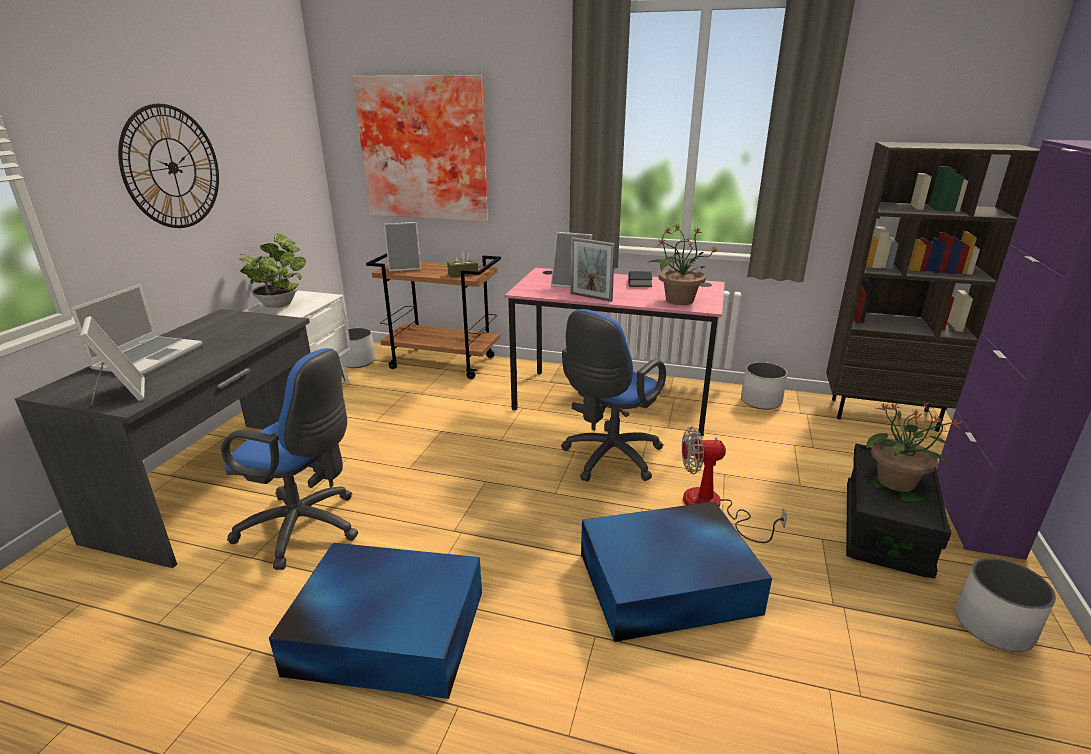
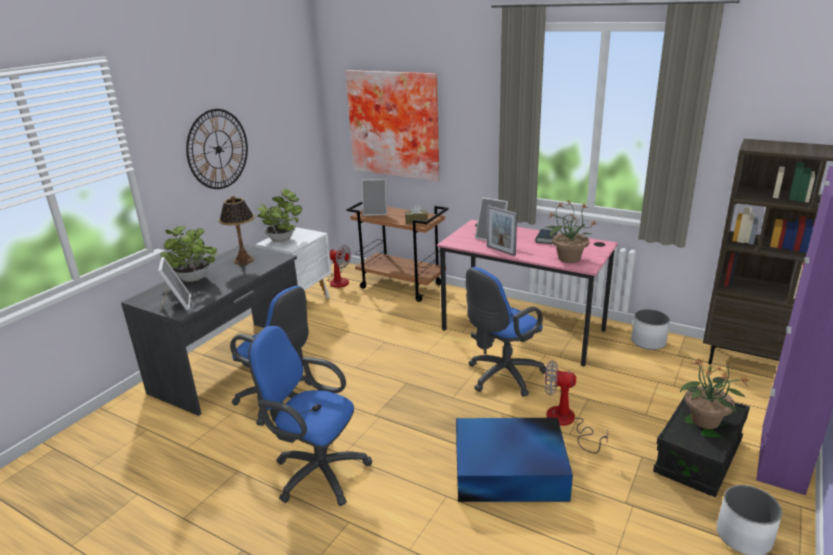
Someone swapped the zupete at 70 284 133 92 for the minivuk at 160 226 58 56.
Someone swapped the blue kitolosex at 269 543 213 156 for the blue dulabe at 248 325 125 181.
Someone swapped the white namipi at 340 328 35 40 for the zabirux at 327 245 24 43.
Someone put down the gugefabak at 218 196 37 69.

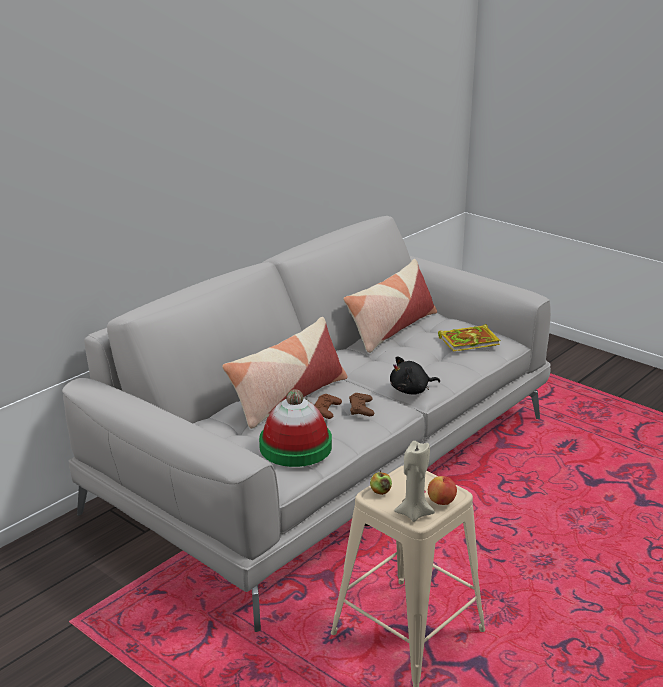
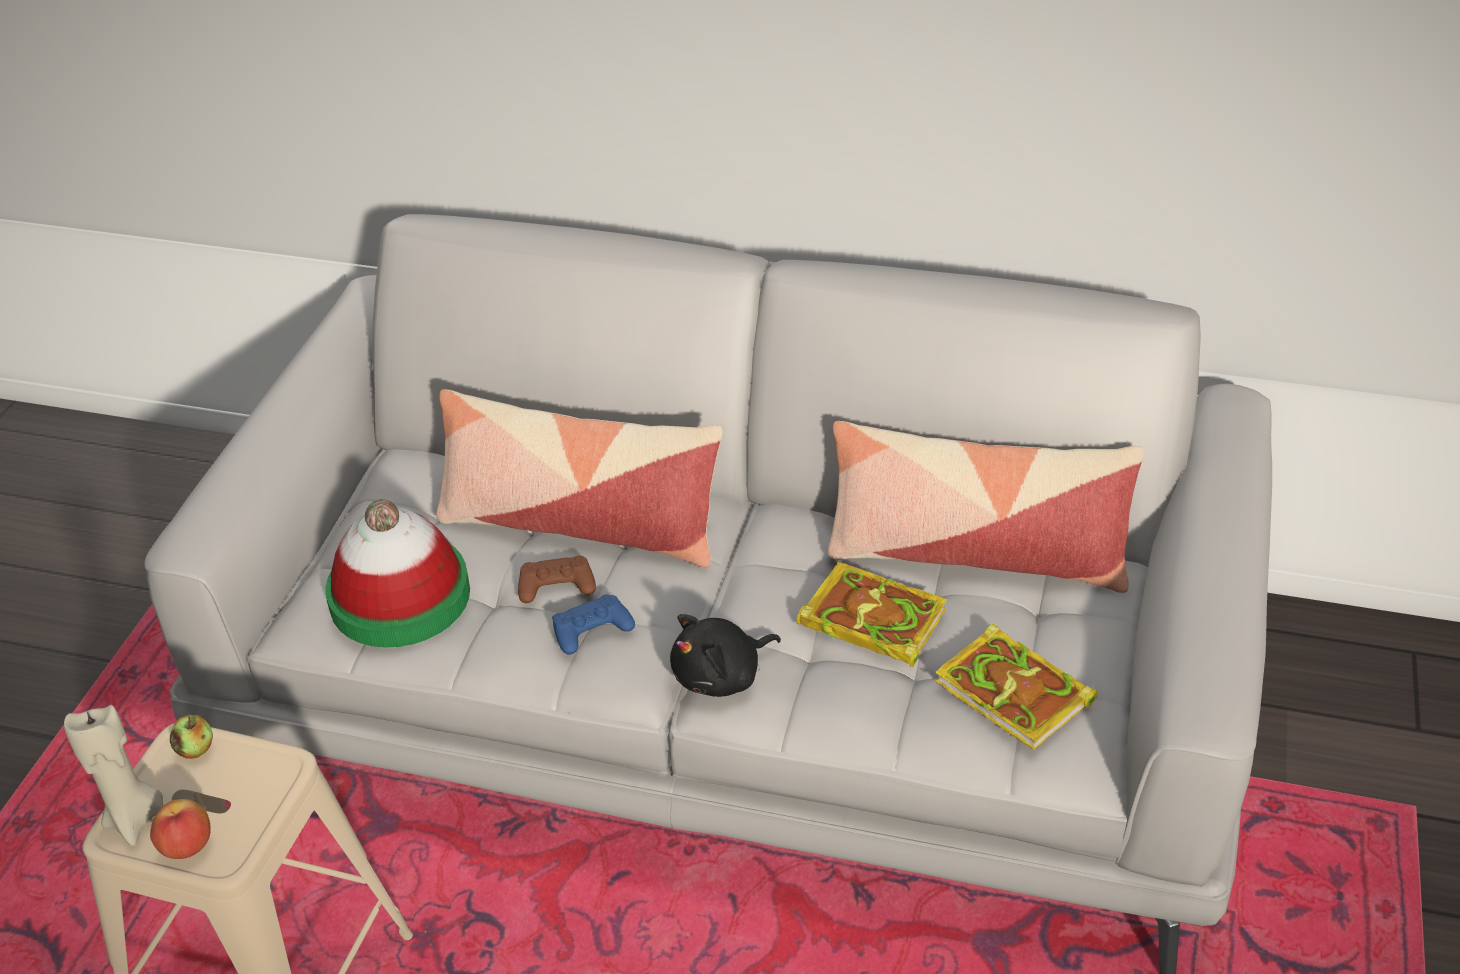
Someone repainted the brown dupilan at 349 393 26 23, which became the blue dupilan at 552 594 83 61.
Someone rotated the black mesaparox at 390 356 50 39 by 75 degrees counterclockwise.
Someone put down the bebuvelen at 796 561 151 106.

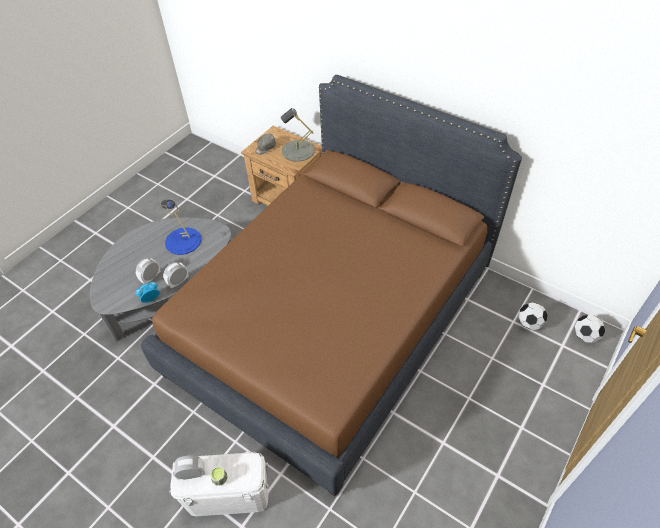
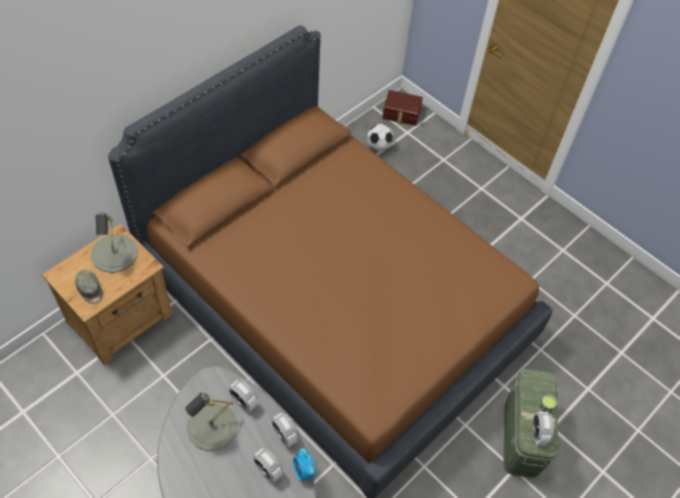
Someone repainted the blue gugefabak at 161 200 41 55, which became the grey gugefabak at 185 393 53 58.
Someone repainted the white kitolosex at 169 452 99 64, which became the green kitolosex at 504 369 55 109.
Someone swapped the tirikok at 574 315 31 28 for the brown kitolosex at 382 90 41 36.
Someone put down the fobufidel at 229 380 28 32.

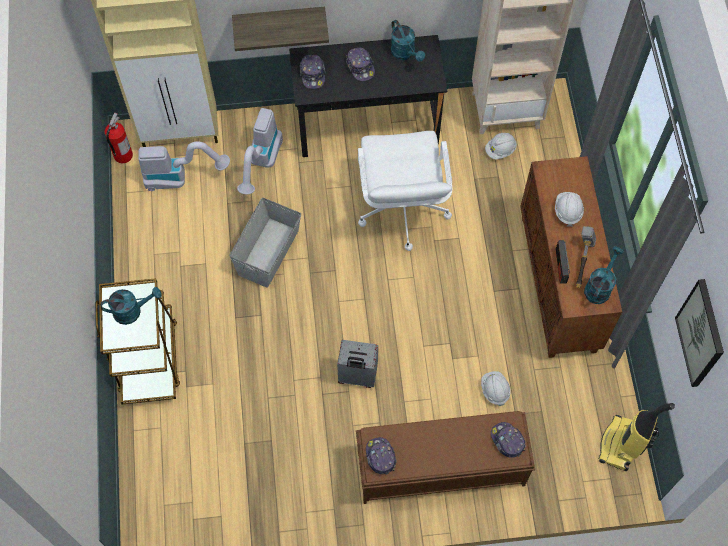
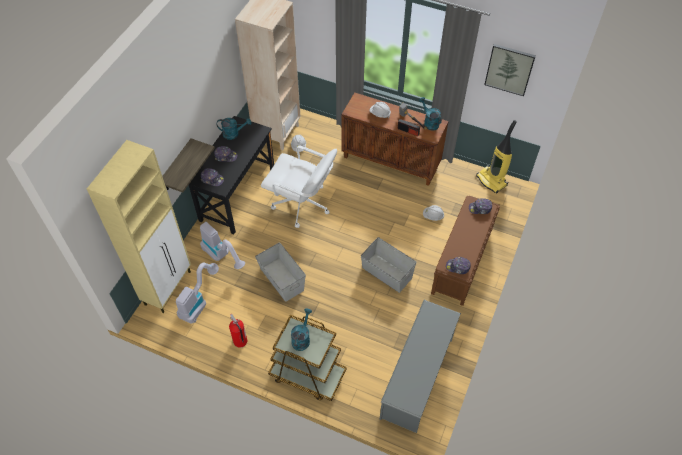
Someone carried the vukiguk from 105 113 28 50 to 229 314 18 34.
Someone swapped the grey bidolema at 337 340 41 48 for the grey kitolosex at 361 237 56 56.
Someone put down the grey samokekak at 379 300 82 133.

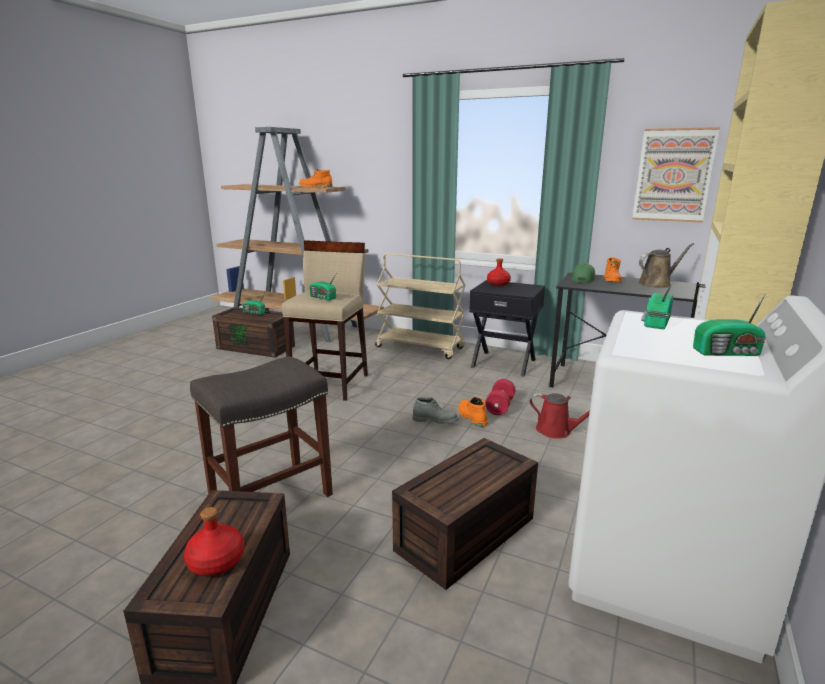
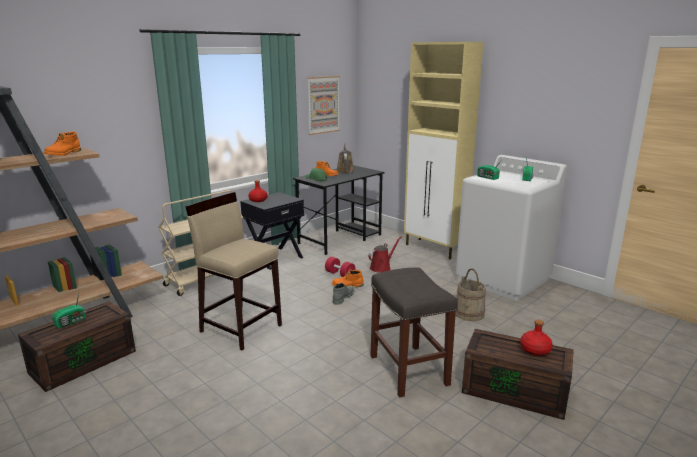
Someone took away the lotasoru at 309 272 28 28.
Someone swapped the brown kitolosex at 392 438 146 152 for the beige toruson at 455 268 31 53.

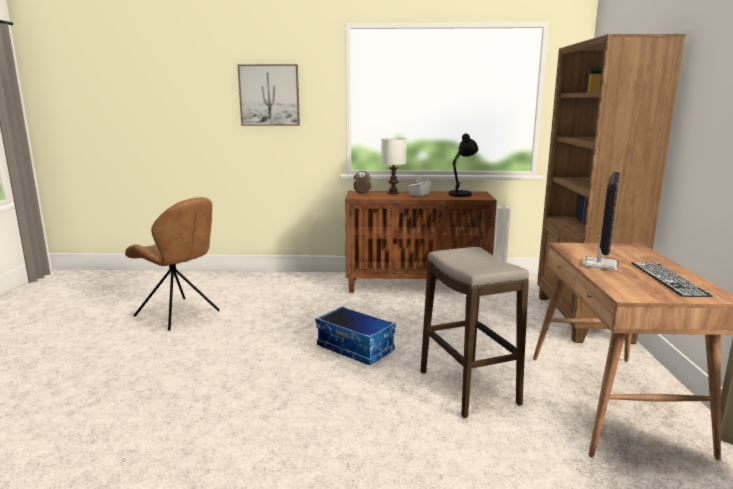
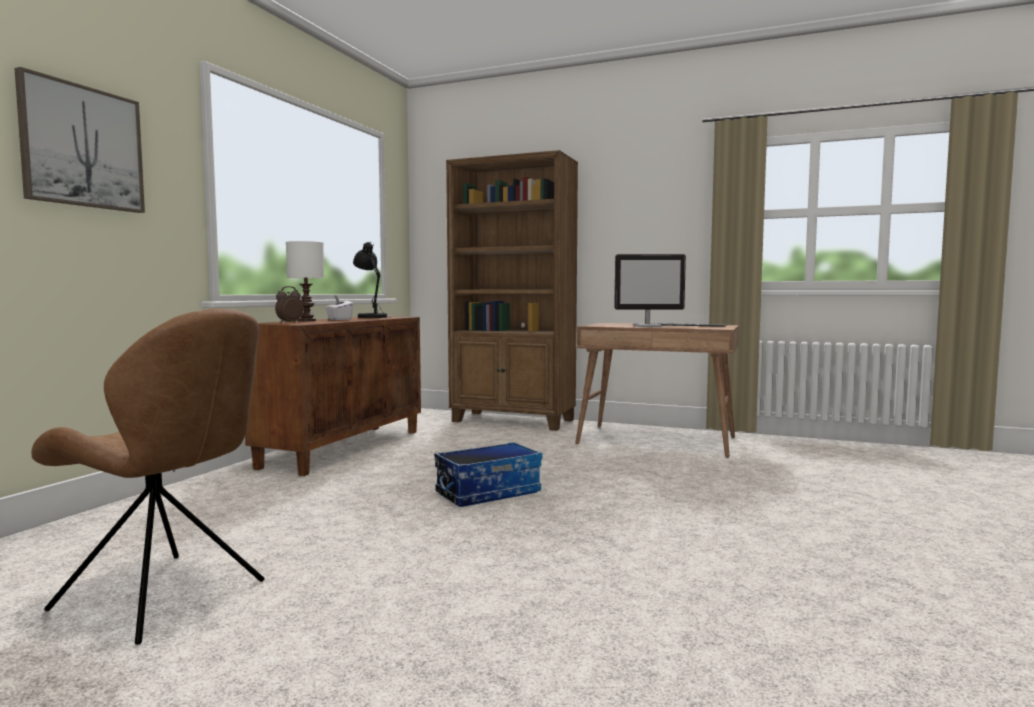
Someone rotated the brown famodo at 125 197 95 134 by 60 degrees clockwise.
Someone took away the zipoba at 421 247 108 171.
Someone rotated the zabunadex at 582 171 38 99 by 135 degrees clockwise.

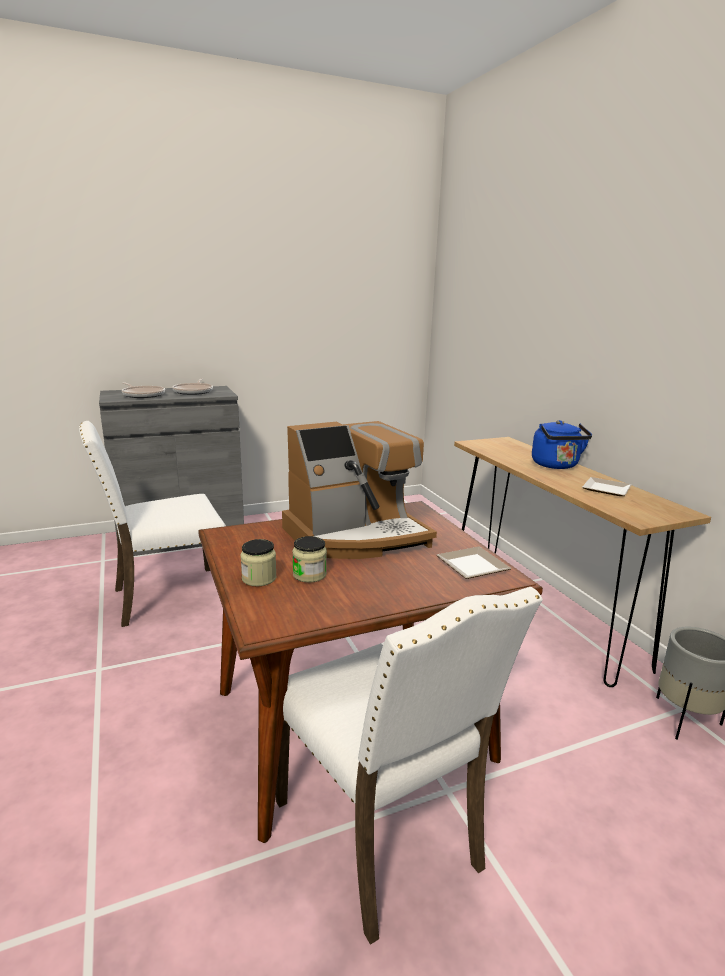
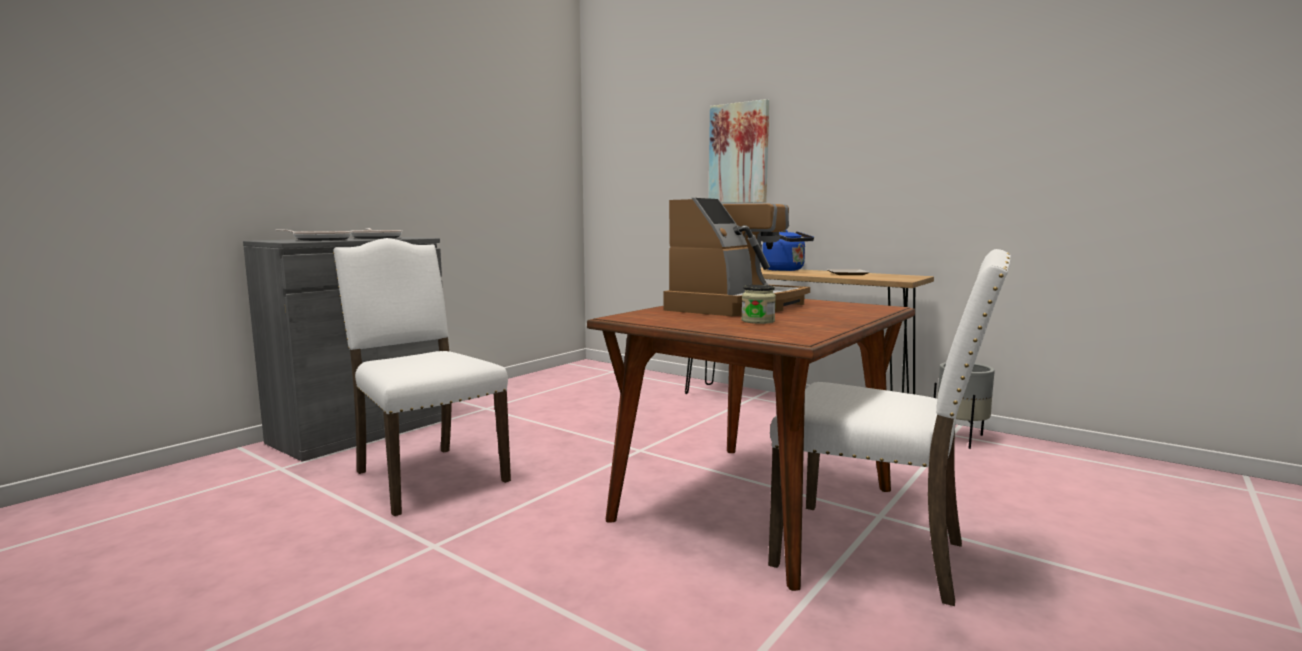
Someone rotated the white famodo at 79 421 147 206 by 105 degrees clockwise.
Someone took away the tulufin at 240 539 37 47.
Someone took away the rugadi at 437 546 74 33.
Someone put up the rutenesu at 709 99 60 104.

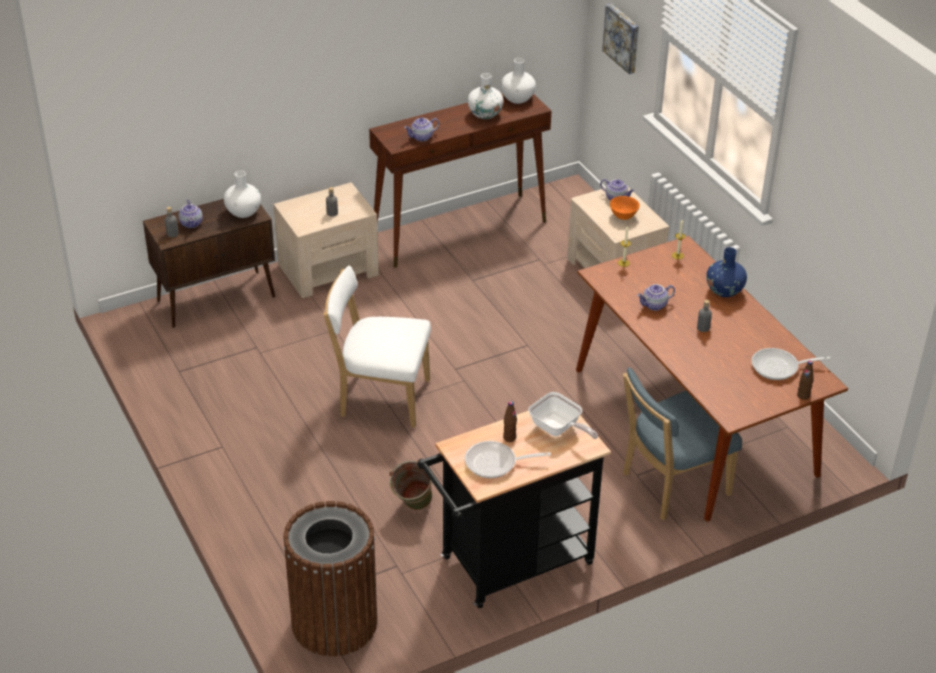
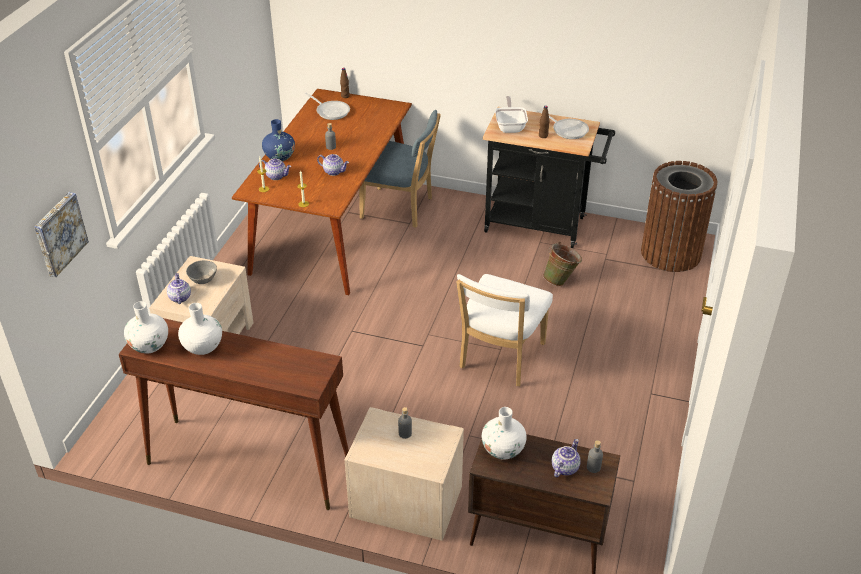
Someone rotated the white famodo at 323 266 108 162 by 60 degrees clockwise.
Someone carried the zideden from 404 118 35 24 to 259 159 32 21.
Someone repainted the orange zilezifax at 610 196 30 24, which became the grey zilezifax at 186 260 31 24.

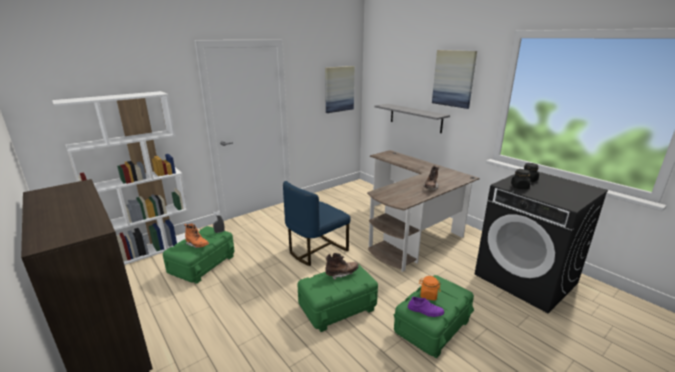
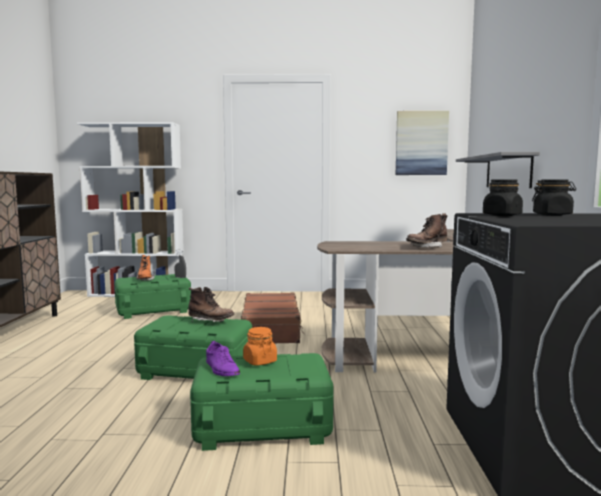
Someone swapped the blue famodo at 283 181 68 85 for the brown bidolema at 241 292 63 51.
Someone took away the rutenesu at 432 50 45 59.

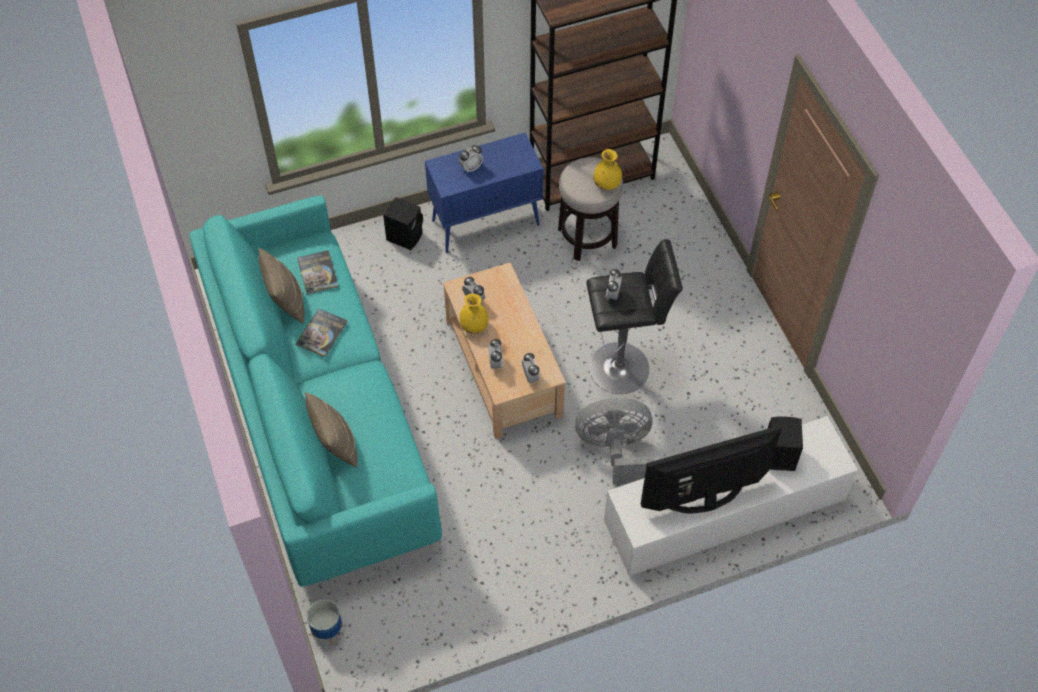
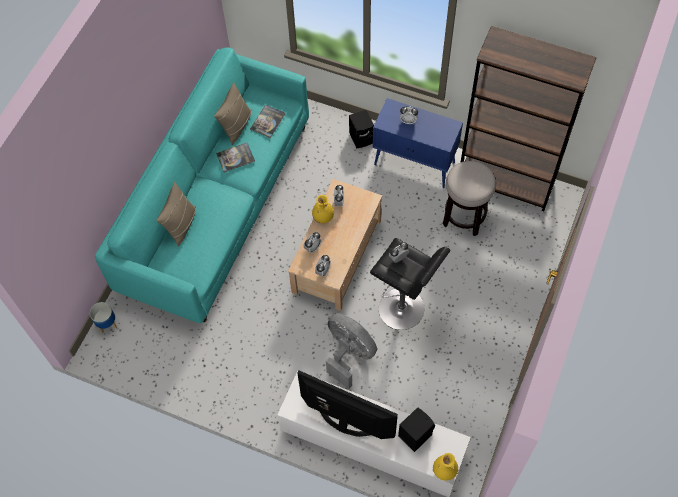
Someone carried the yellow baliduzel from 593 149 29 41 to 433 453 25 28.

